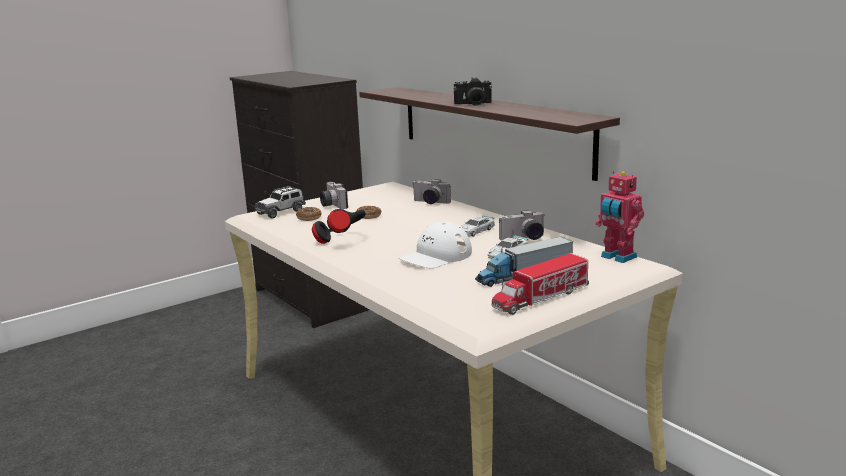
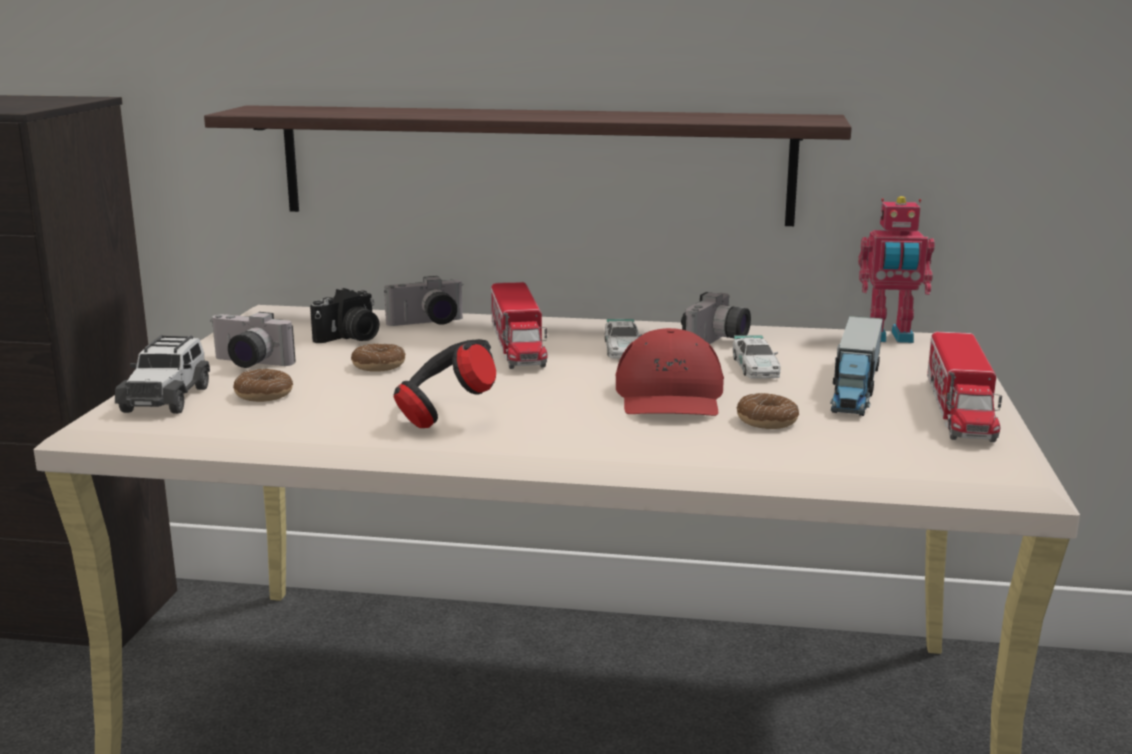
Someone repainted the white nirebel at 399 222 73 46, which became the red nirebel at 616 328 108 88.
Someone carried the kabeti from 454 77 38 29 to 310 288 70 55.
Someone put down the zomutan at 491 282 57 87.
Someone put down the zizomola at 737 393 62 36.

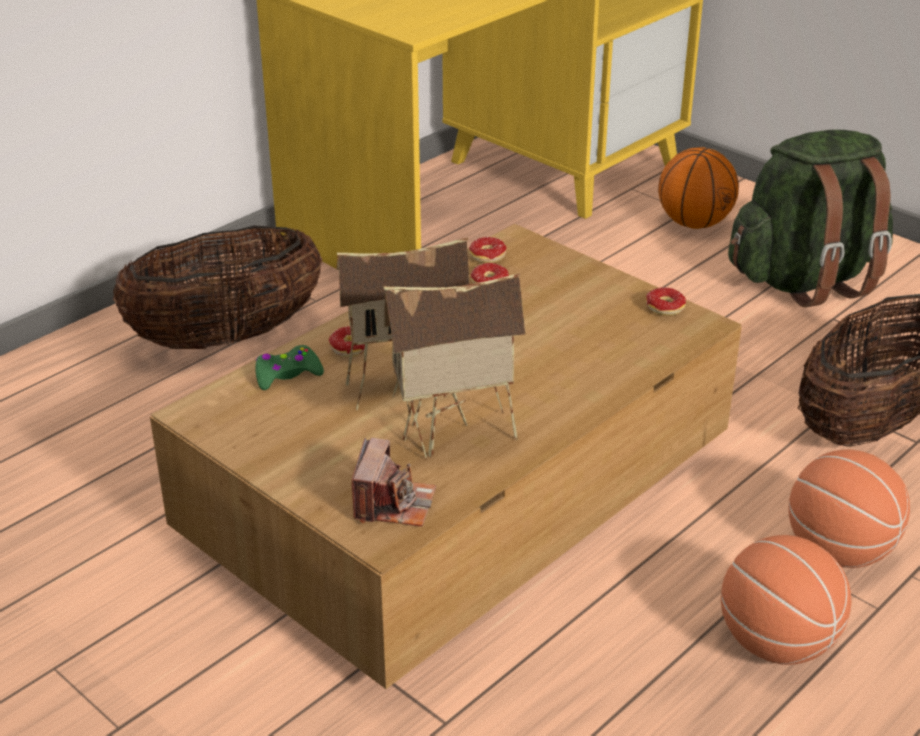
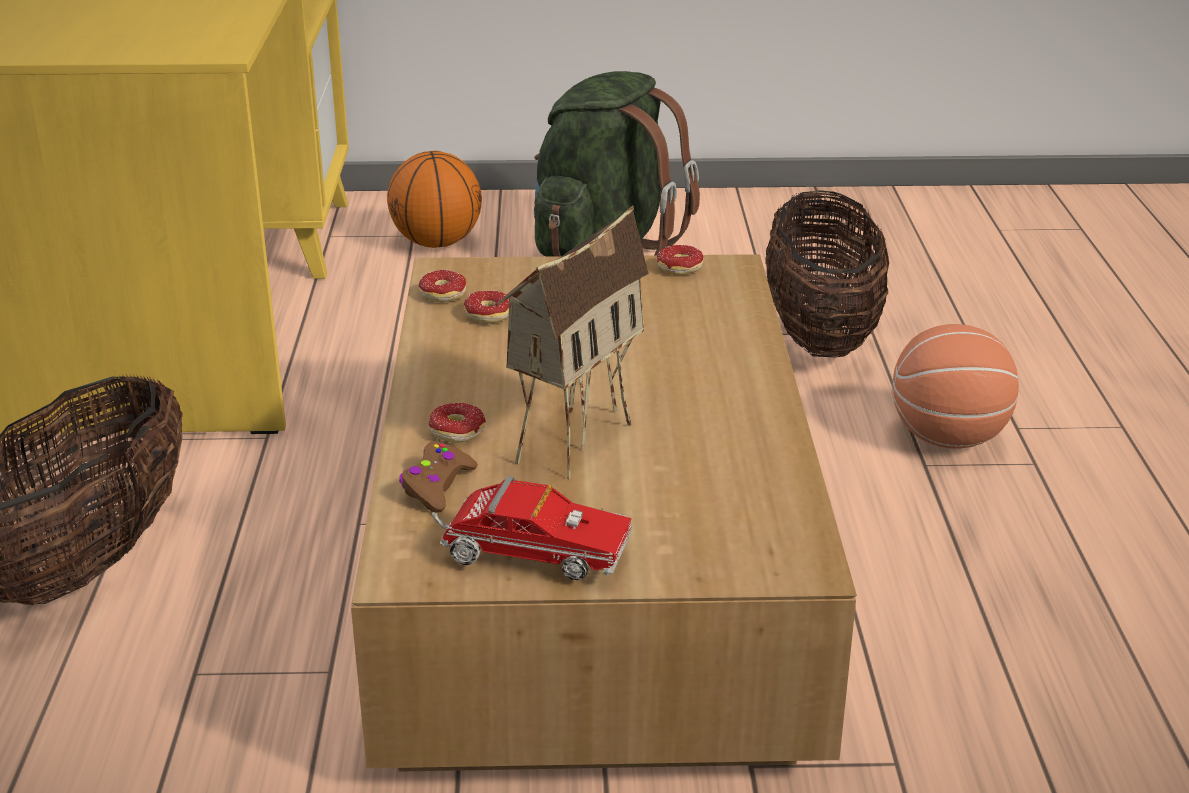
Someone repainted the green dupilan at 255 345 69 45, which became the brown dupilan at 399 441 79 72.
Someone took away the kabeti at 352 438 84 89.
Someone took away the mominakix at 384 273 142 187.
Someone took away the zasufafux at 721 535 131 130.
Someone put down the zomutan at 431 476 201 104.

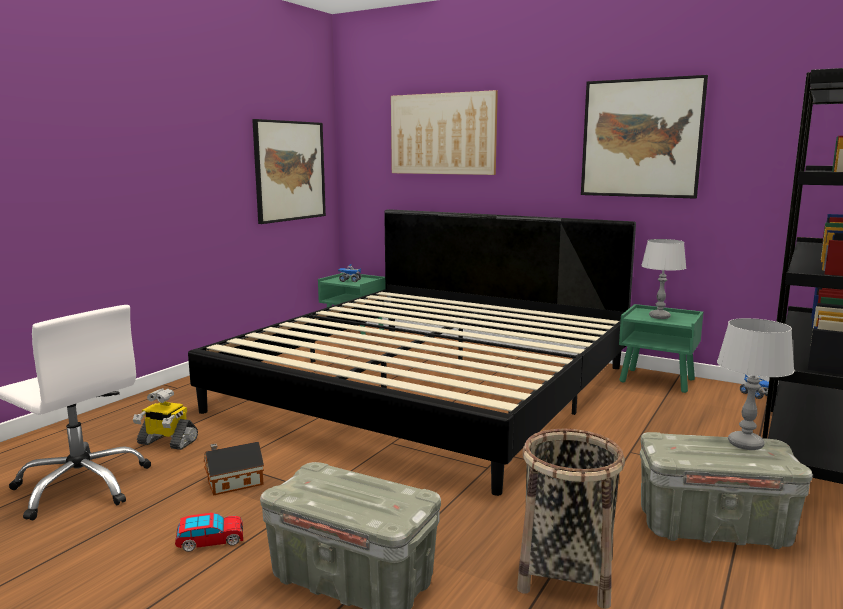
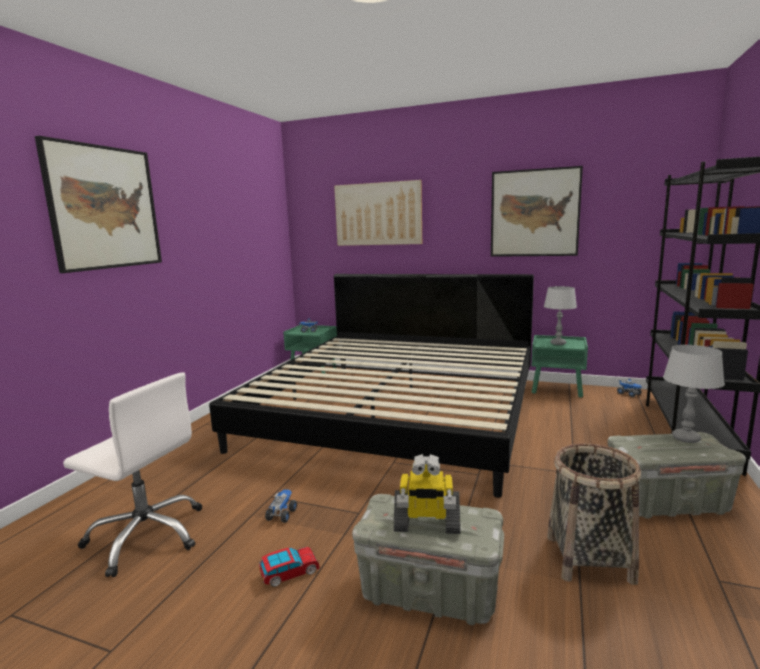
Someone carried the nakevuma from 133 388 65 62 to 394 454 66 80.
Someone swapped the mominakix at 204 442 60 54 for the zomutan at 265 489 32 34.
Someone carried the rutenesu from 252 119 74 105 to 35 136 127 137.

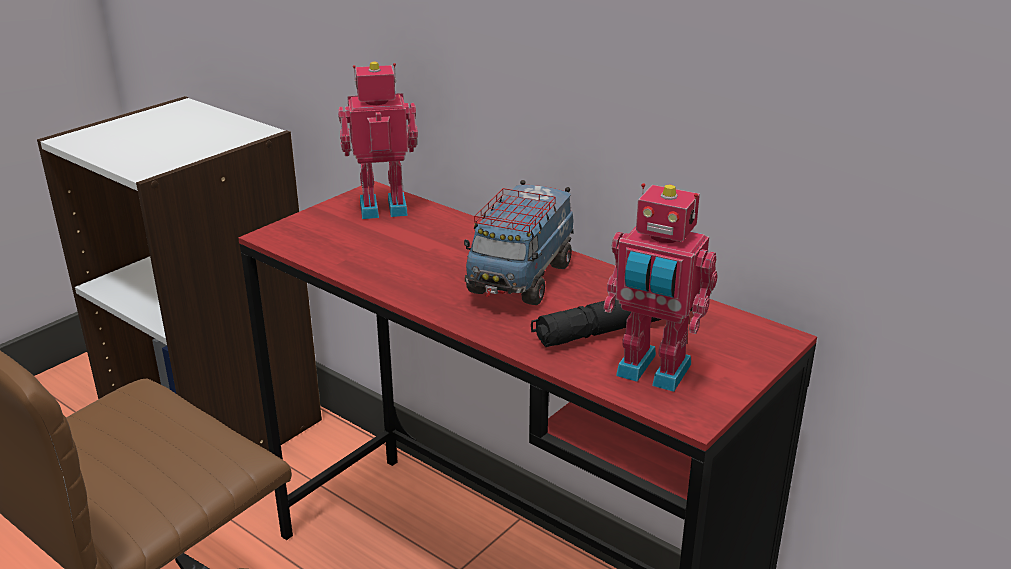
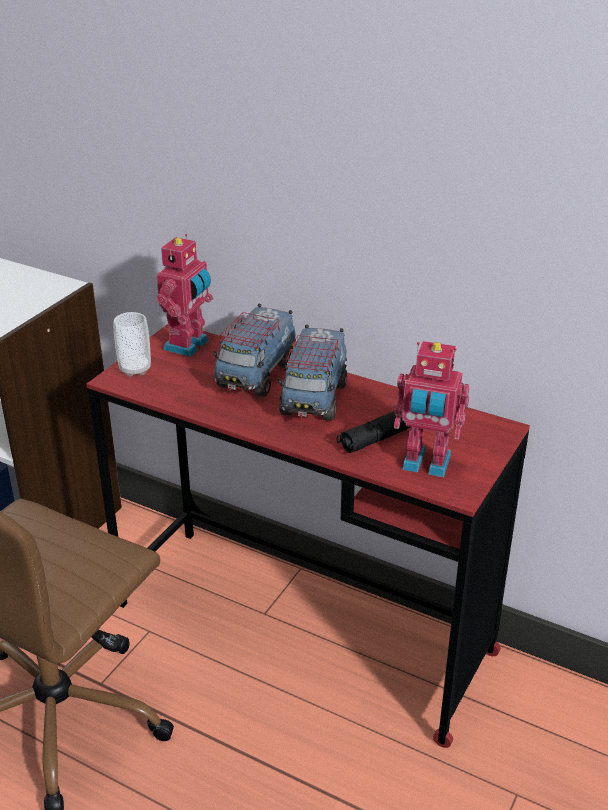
Someone rotated the nakevuma at 338 62 80 157 by 135 degrees clockwise.
Someone put down the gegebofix at 114 312 37 65.
Someone put down the zomutan at 214 304 82 93.

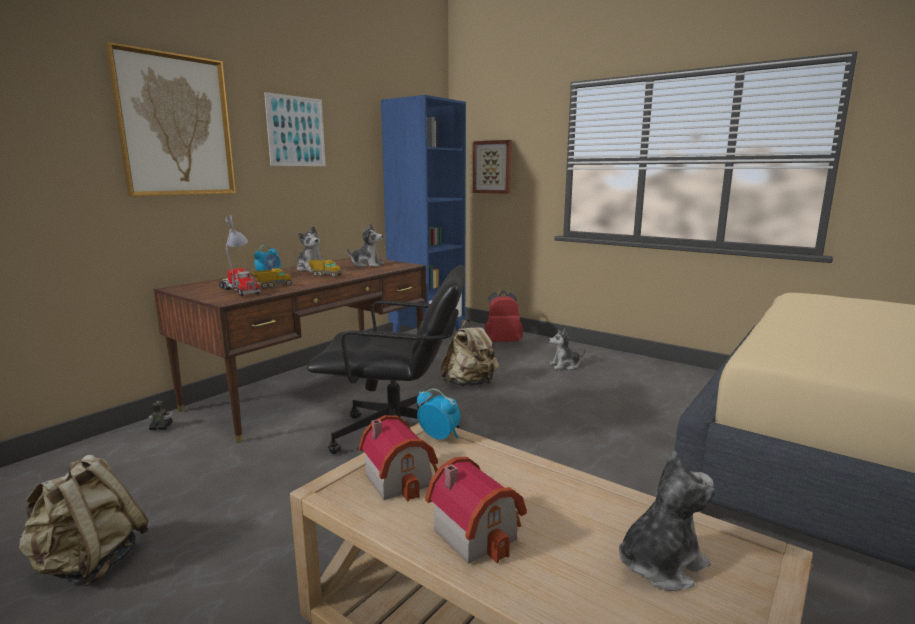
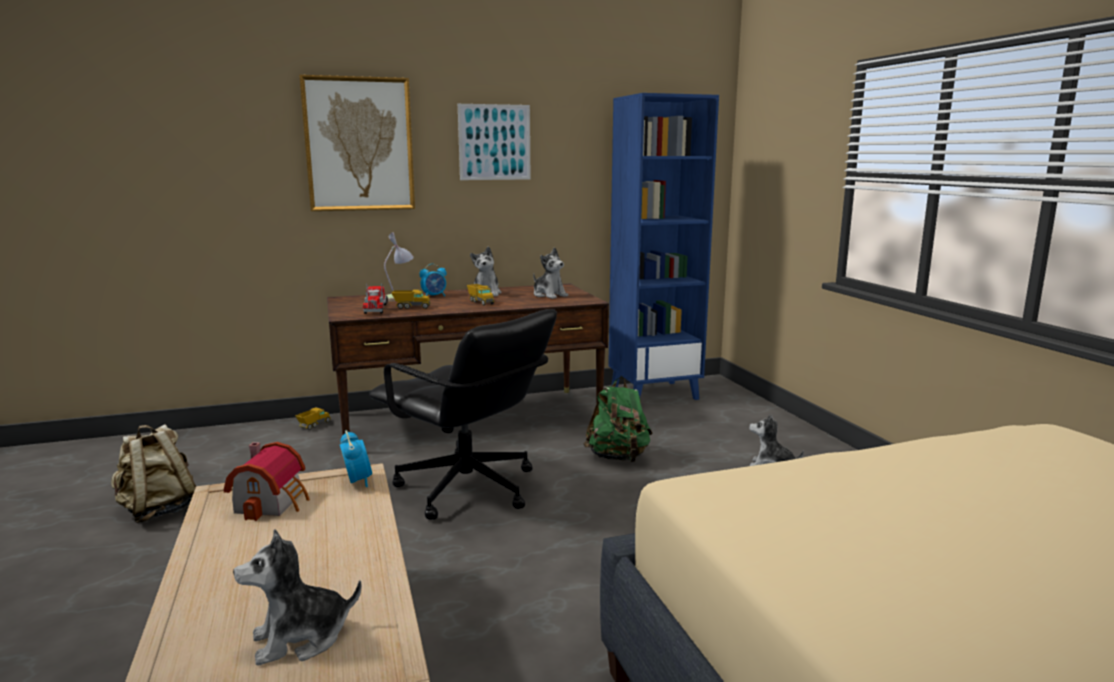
Someone swapped the nakevuma at 148 396 25 34 for the zomutan at 295 407 36 23.
Someone took away the mominakix at 426 457 101 107.
Someone repainted the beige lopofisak at 441 319 58 68, which became the green lopofisak at 583 377 69 85.
Someone took away the rutenesu at 473 140 39 54.
Someone took away the red lopofisak at 485 291 38 51.
Someone rotated the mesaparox at 619 451 96 140 by 150 degrees clockwise.

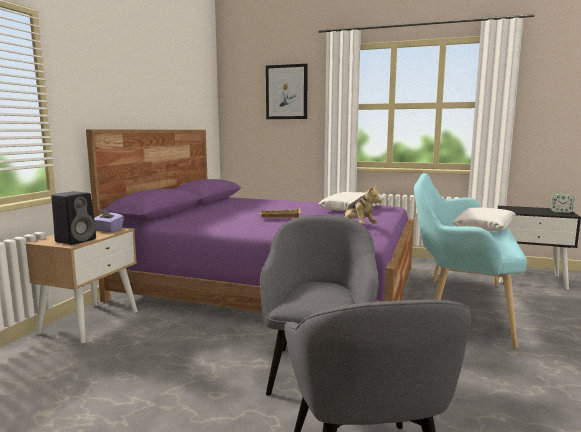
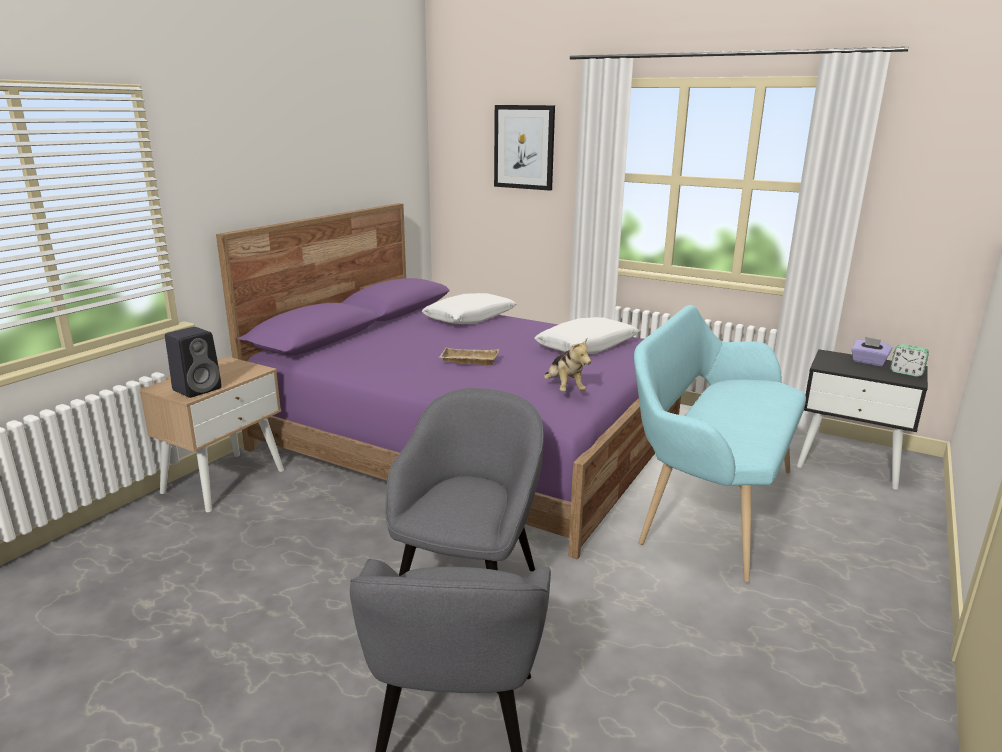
Someone carried the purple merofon from 94 209 30 23 to 851 337 41 29.
Someone carried the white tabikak from 452 208 64 23 to 422 293 95 31.

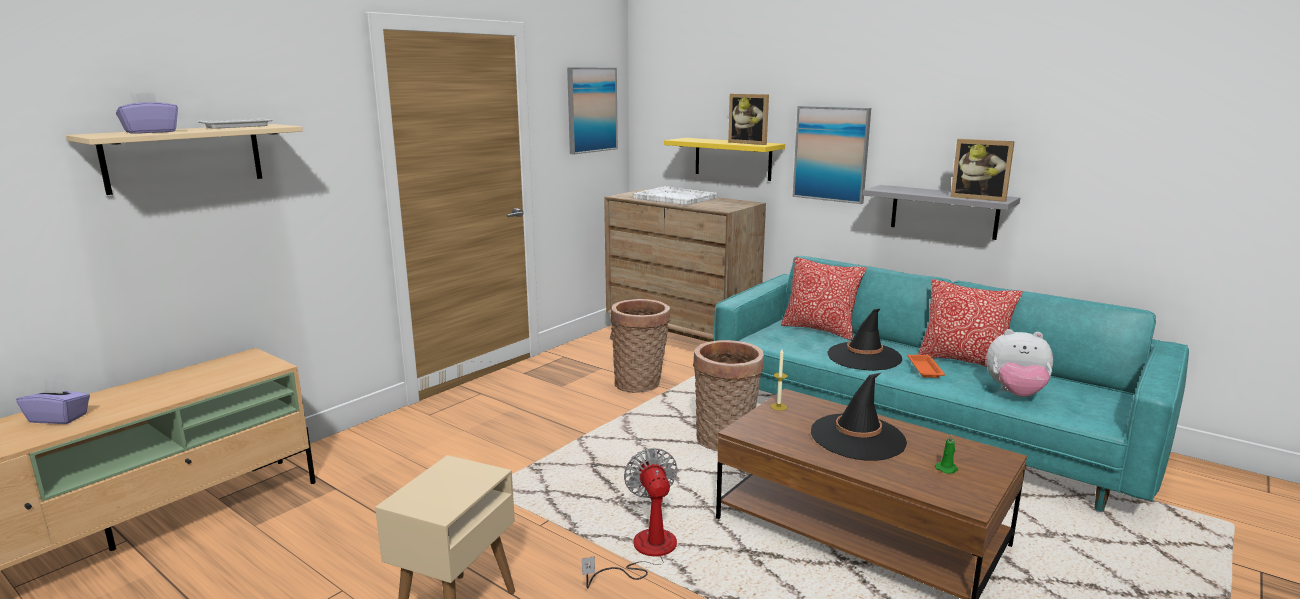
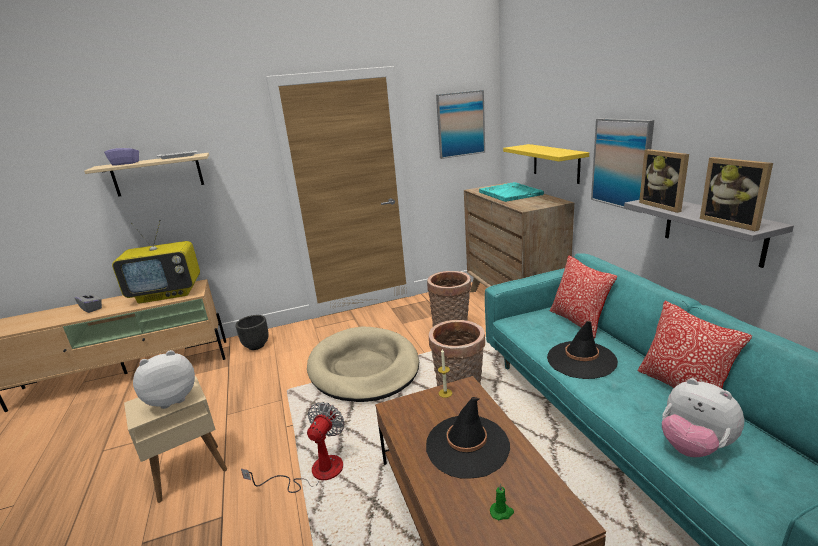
Someone repainted the purple merofon at 16 379 74 45, which became the grey merofon at 75 290 27 23.
Someone repainted the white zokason at 633 186 85 19, which became the turquoise zokason at 479 182 65 20.
Someone carried the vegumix from 728 94 41 51 to 639 149 50 64.
Someone took away the orange zokason at 908 355 37 23.
Someone put down the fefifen at 112 220 88 84.
Someone put down the mesaparox at 133 350 62 59.
Someone put down the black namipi at 235 315 34 35.
Someone put down the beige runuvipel at 307 326 112 76.

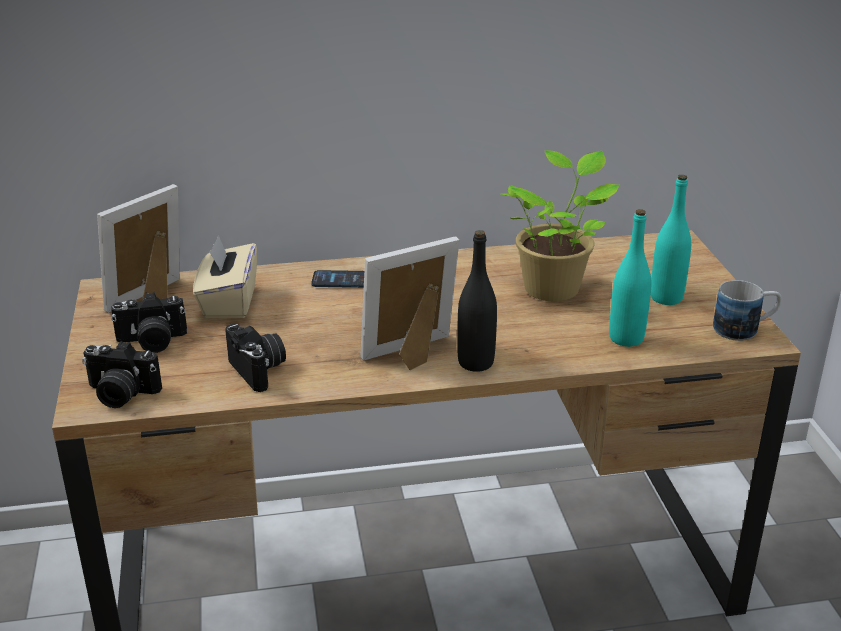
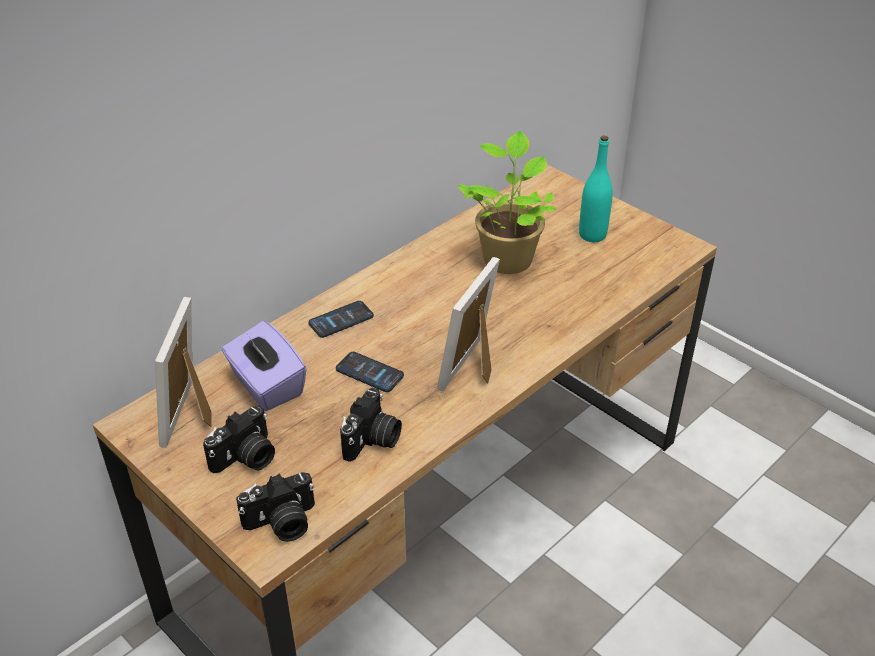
Someone repainted the beige merofon at 193 235 64 83, which became the purple merofon at 222 321 84 90.
Someone rotated the kabeti at 225 323 61 69 by 90 degrees clockwise.
Someone took away the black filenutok at 457 230 40 142.
Someone took away the turquoise filenutok at 609 209 42 138.
Someone took away the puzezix at 713 280 69 61.
Someone put down the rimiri at 336 352 68 40.

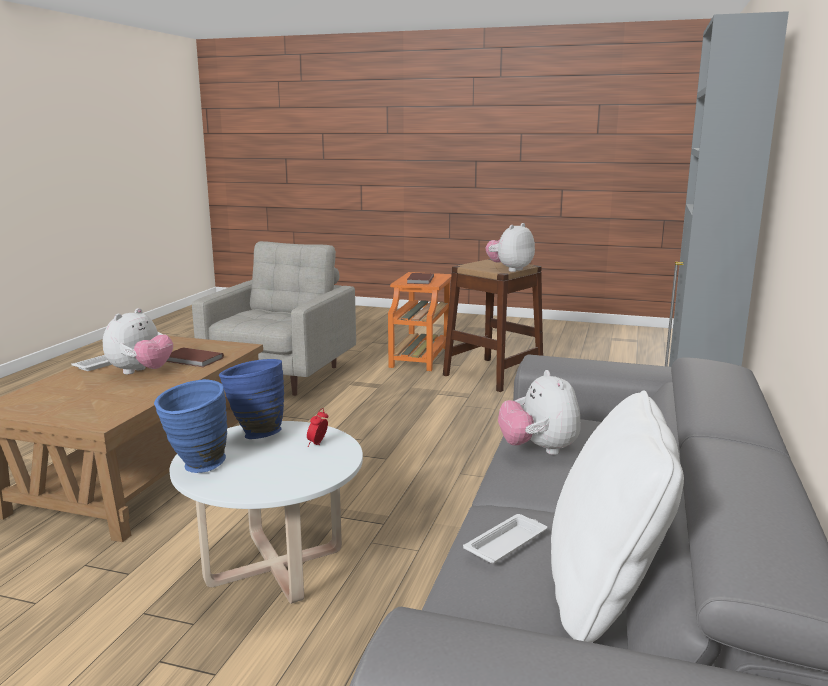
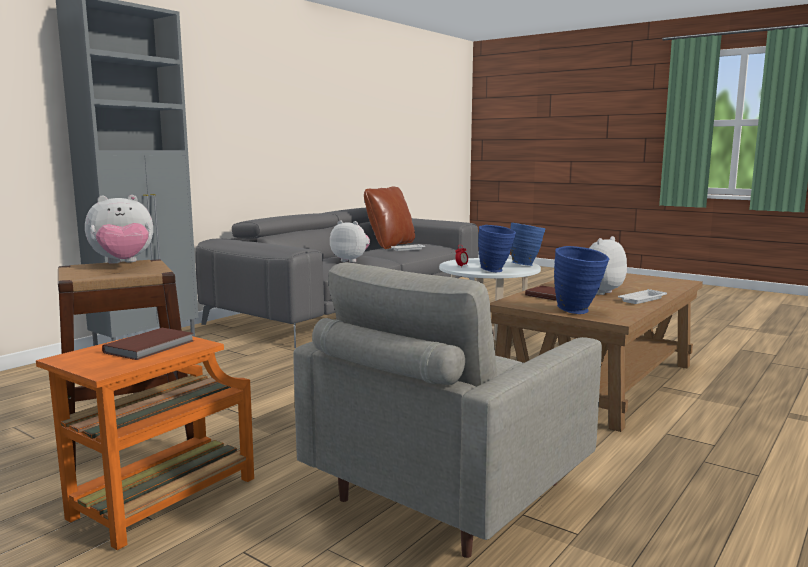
Someone rotated the mesaparox at 498 370 83 85 by 75 degrees counterclockwise.
Someone repainted the white tabikak at 551 390 133 252, which became the brown tabikak at 364 186 51 63.
Someone put down the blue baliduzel at 554 246 56 68.

